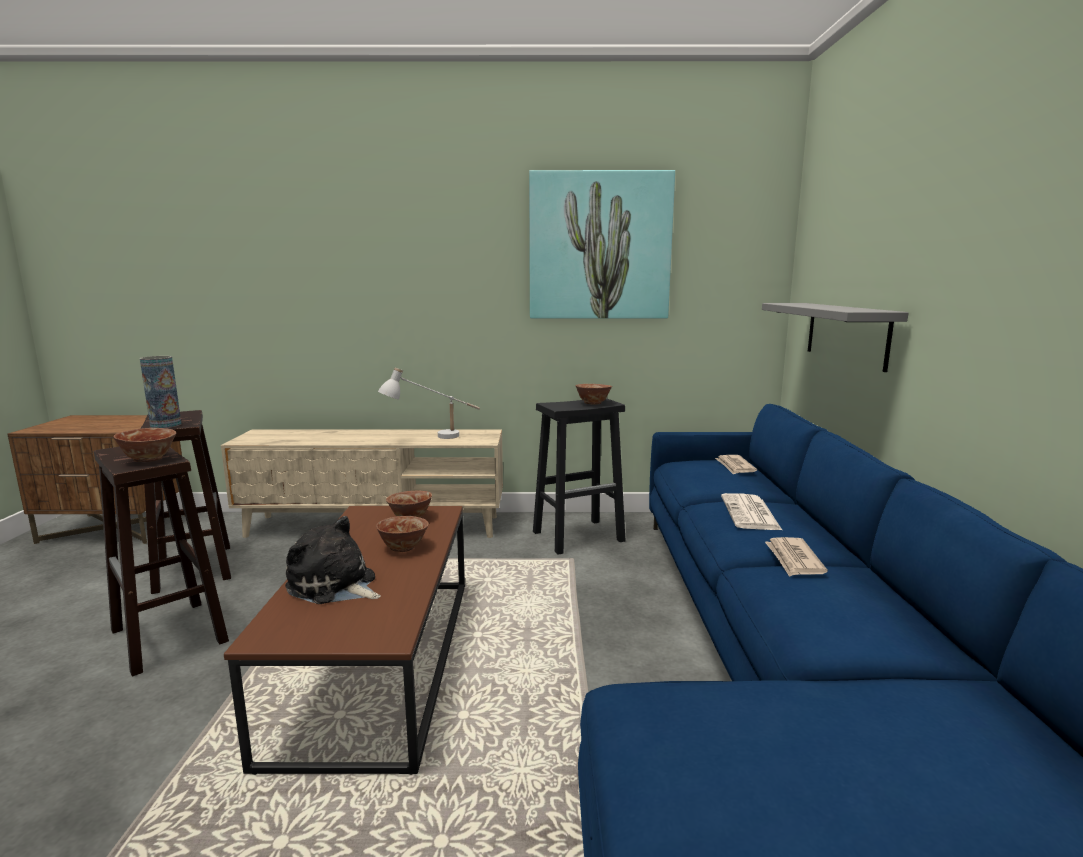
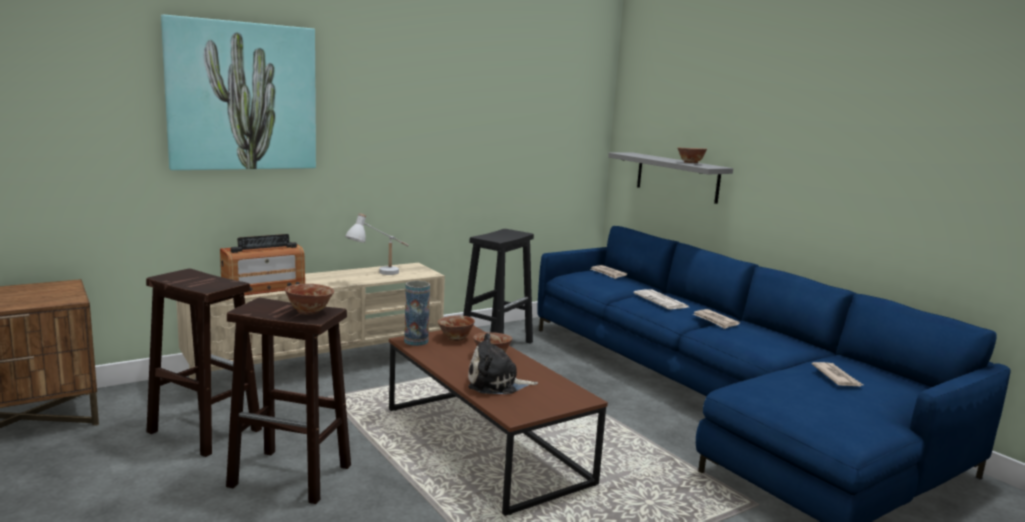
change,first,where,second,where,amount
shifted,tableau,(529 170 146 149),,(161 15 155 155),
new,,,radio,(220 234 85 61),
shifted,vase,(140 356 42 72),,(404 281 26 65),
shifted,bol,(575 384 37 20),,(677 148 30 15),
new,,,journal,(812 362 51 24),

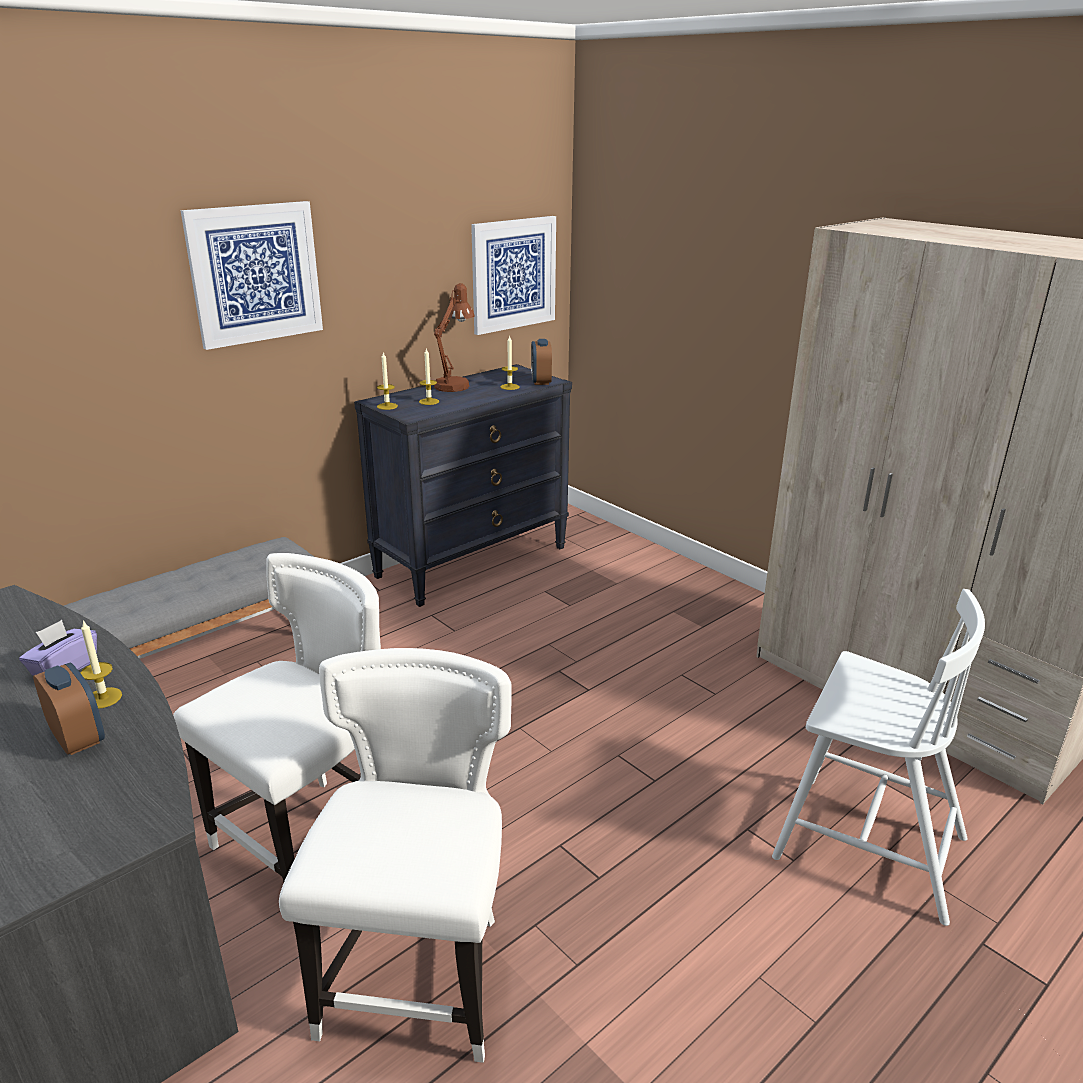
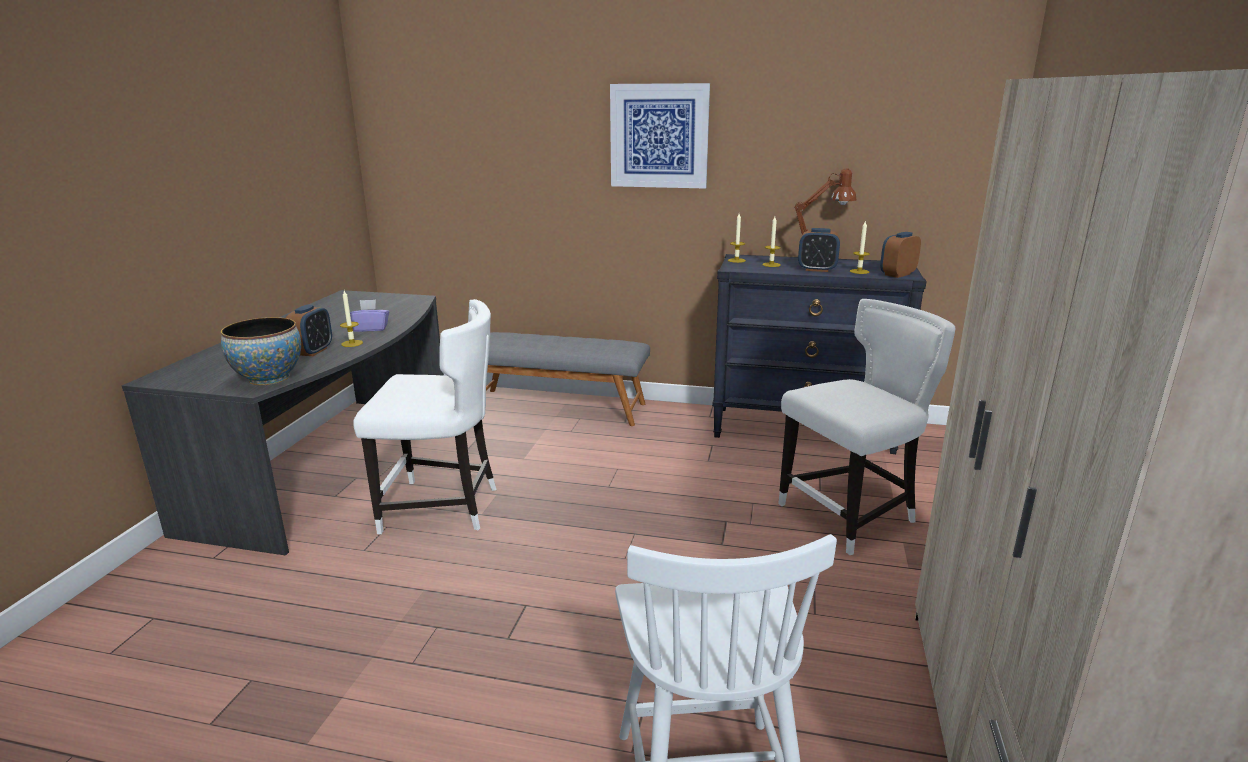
change,first,where,second,where,amount
new,,,bol,(221 317 80 68),
shifted,chaise/blanc,(279 648 233 415),,(778 299 177 256),
new,,,réveil,(798 228 42 44),
gone,tableau,(471 216 85 119),,,

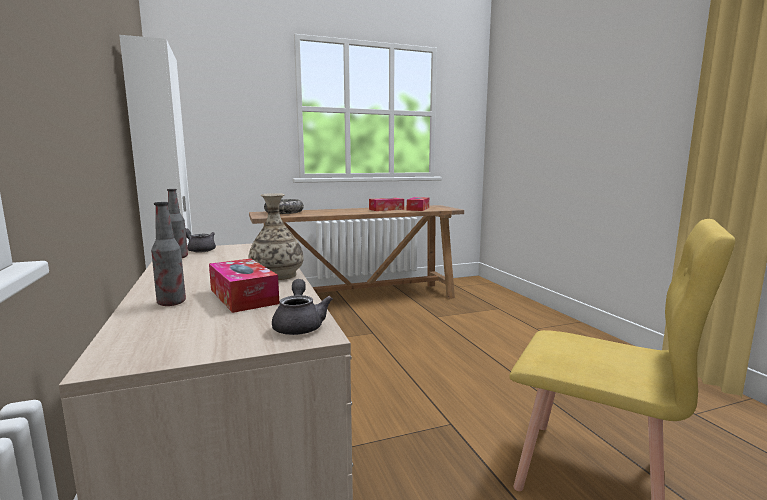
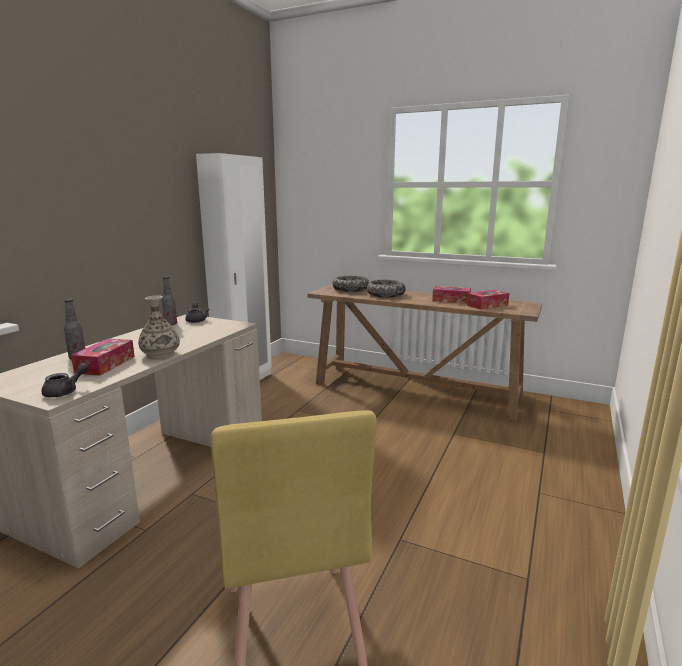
change,first,where,second,where,amount
new,,,bol,(367 280 39 18),

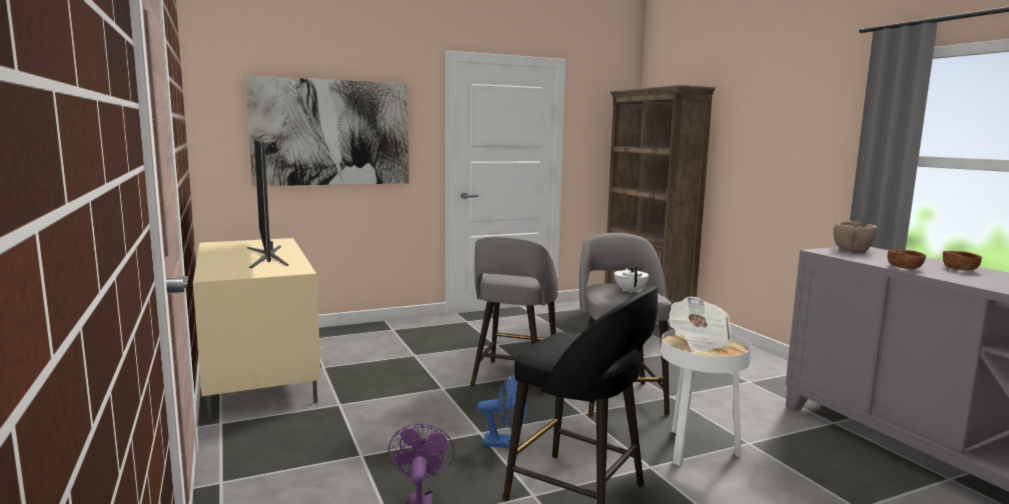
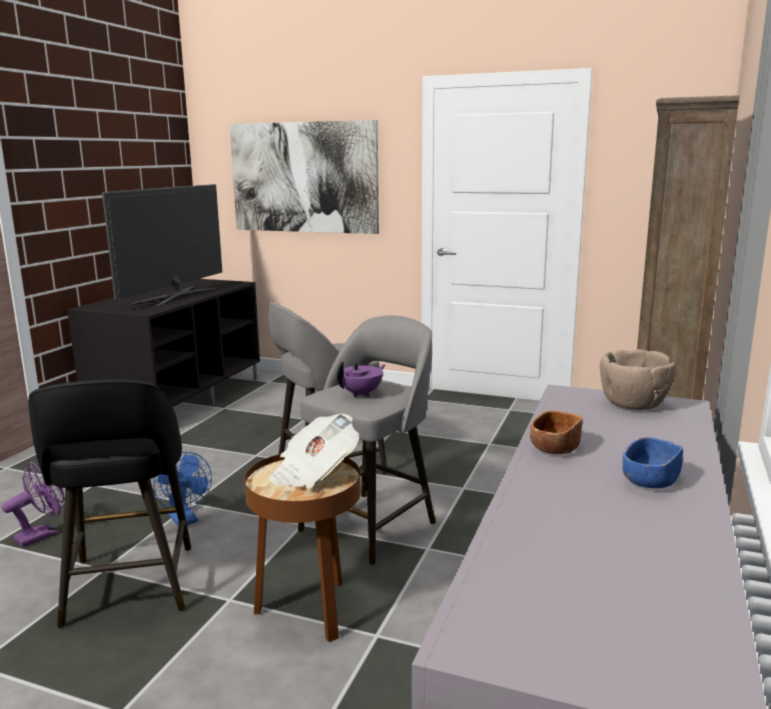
change,first,where,second,where,amount
repainted,meuble télé/beige,(193 238 128 182),meuble télé/noir,(67 279 193 128),
repainted,table d'appoint/blanc,(661 330 90 136),table d'appoint/marron,(244 454 117 188),
repainted,théière/blanc,(614 266 35 27),théière/violet,(336 361 49 36),
repainted,bol/marron,(943 251 39 20),bol/bleu,(623 437 60 51),

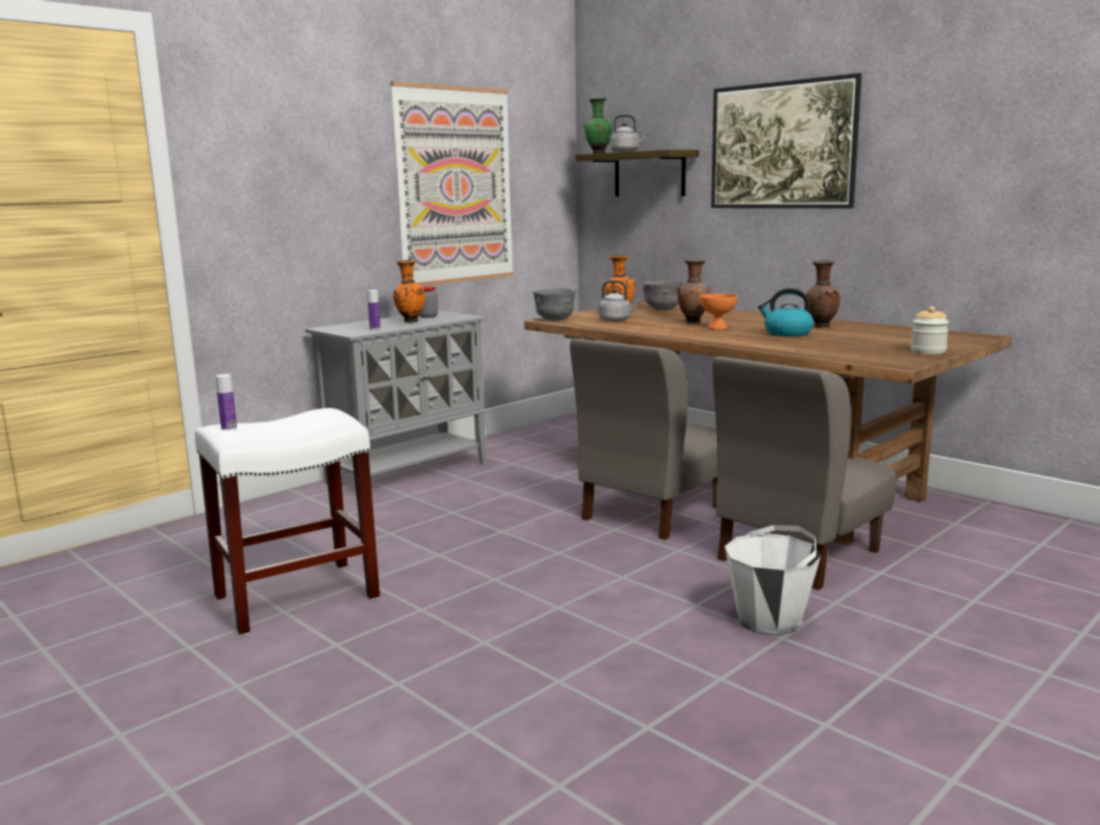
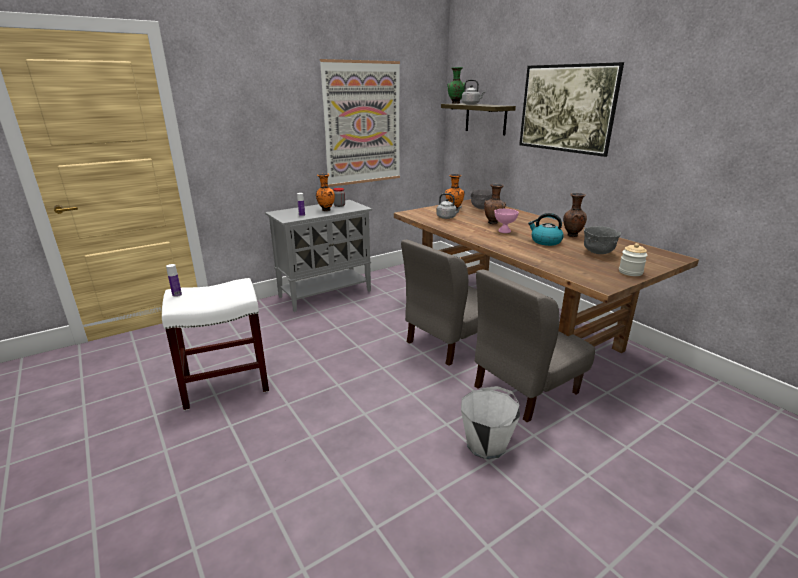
change,first,where,second,where,amount
repainted,bol/orange,(700 294 37 36),bol/rose,(494 209 25 24),
shifted,bol/gris,(533 288 44 33),,(584 226 37 28),

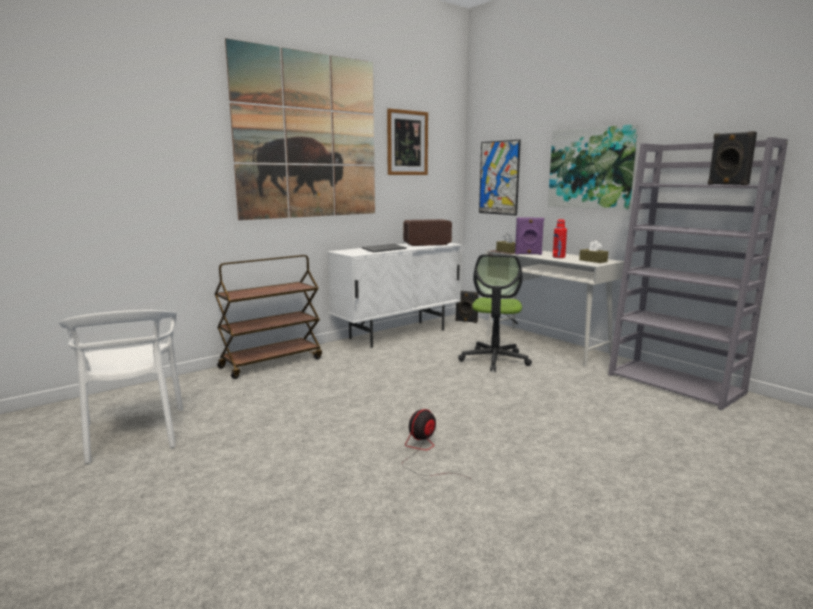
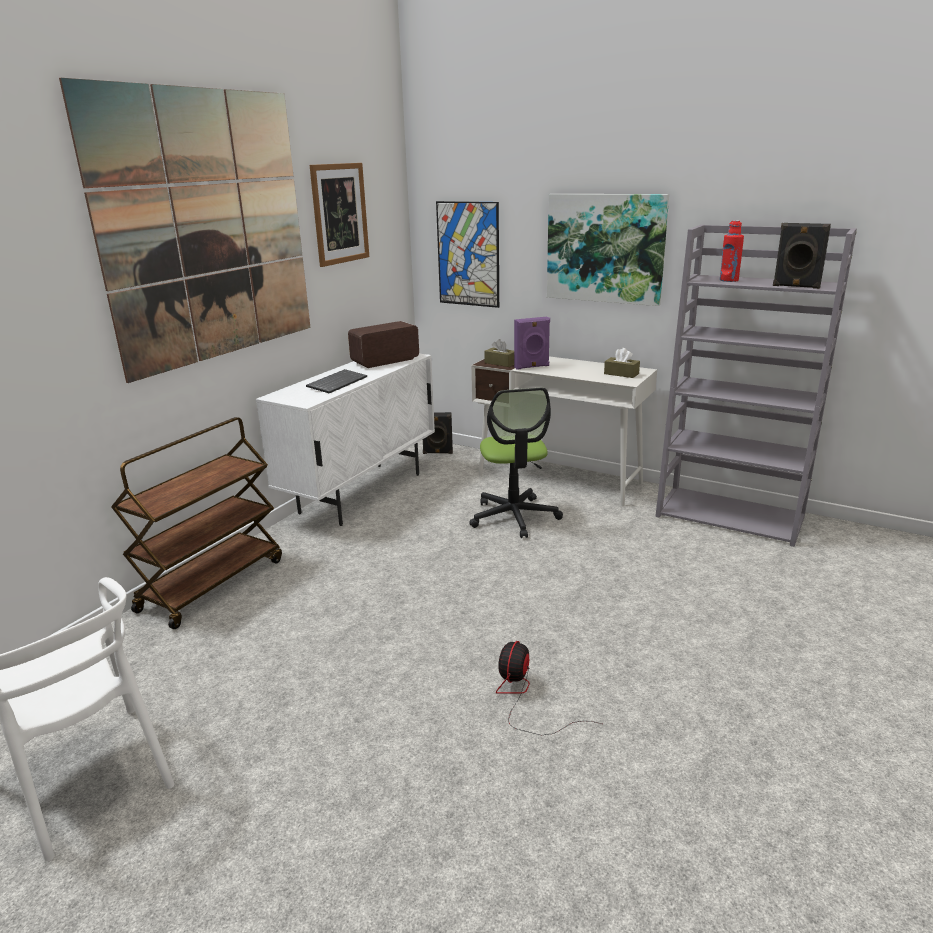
change,first,where,second,where,amount
shifted,bouteille/rouge,(553 219 14 39),,(720 221 24 61),

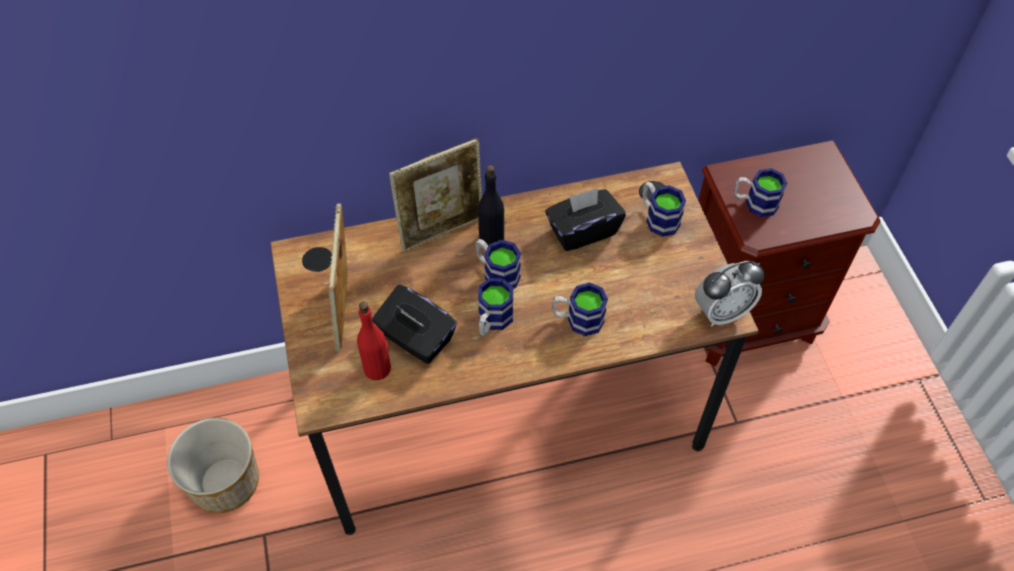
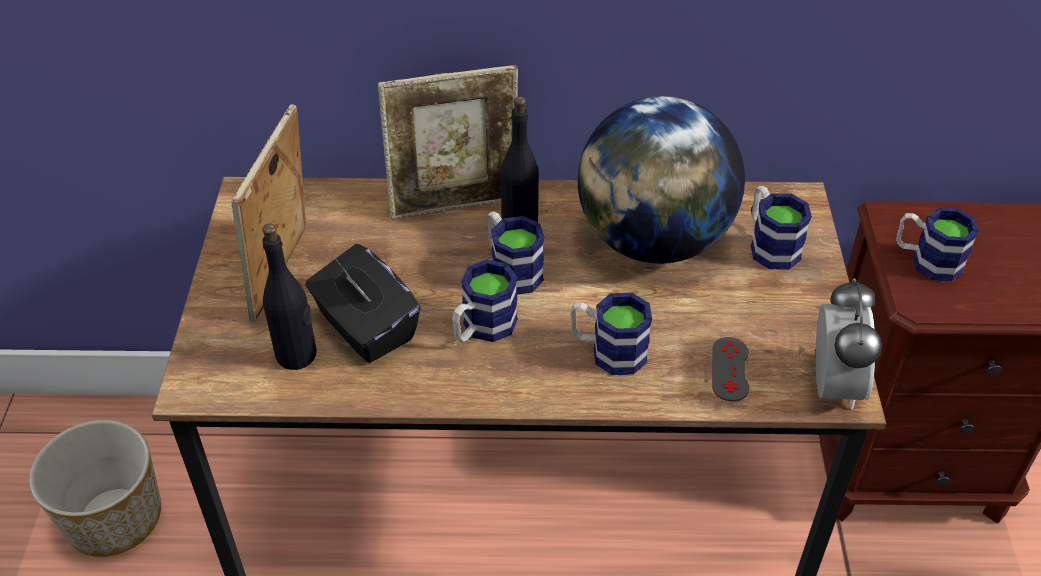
change,first,where,second,where,amount
repainted,bouteille/rouge,(357 302 34 78),bouteille/noir,(262 223 55 147),
swapped,boîte à mouchoirs/noir,(545 188 81 63),globe,(578 96 167 168),
new,,,manette/gris,(712 337 37 65),
rotated,réveil,(695 261 70 65),,(816 278 66 131),75 degrees counterclockwise

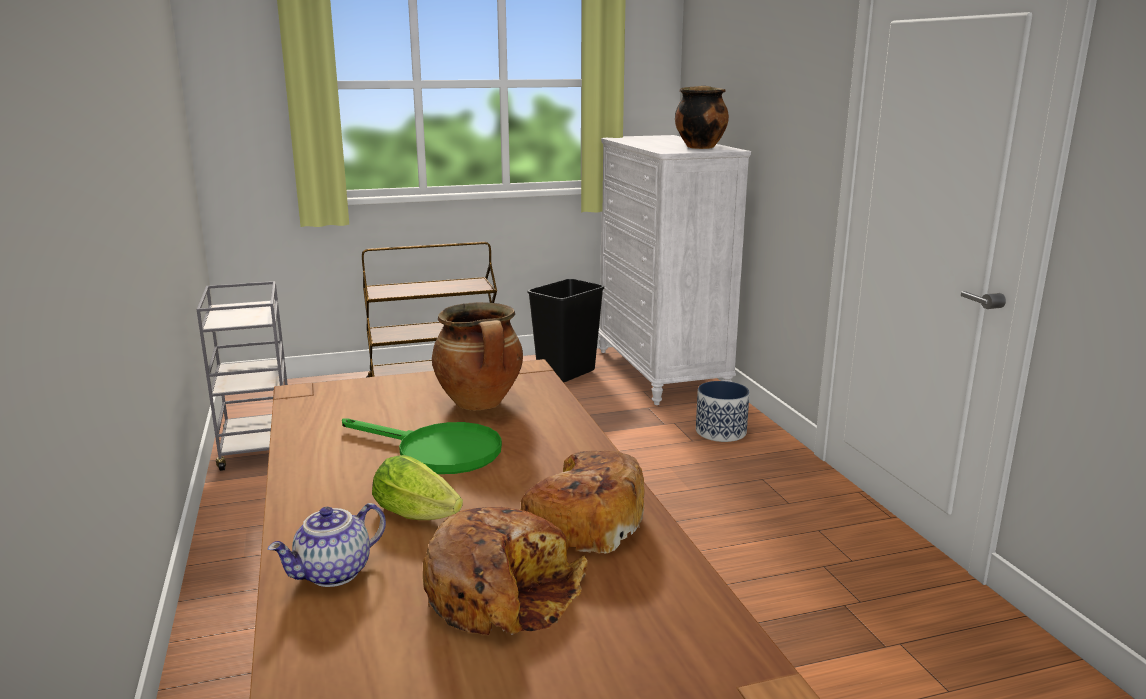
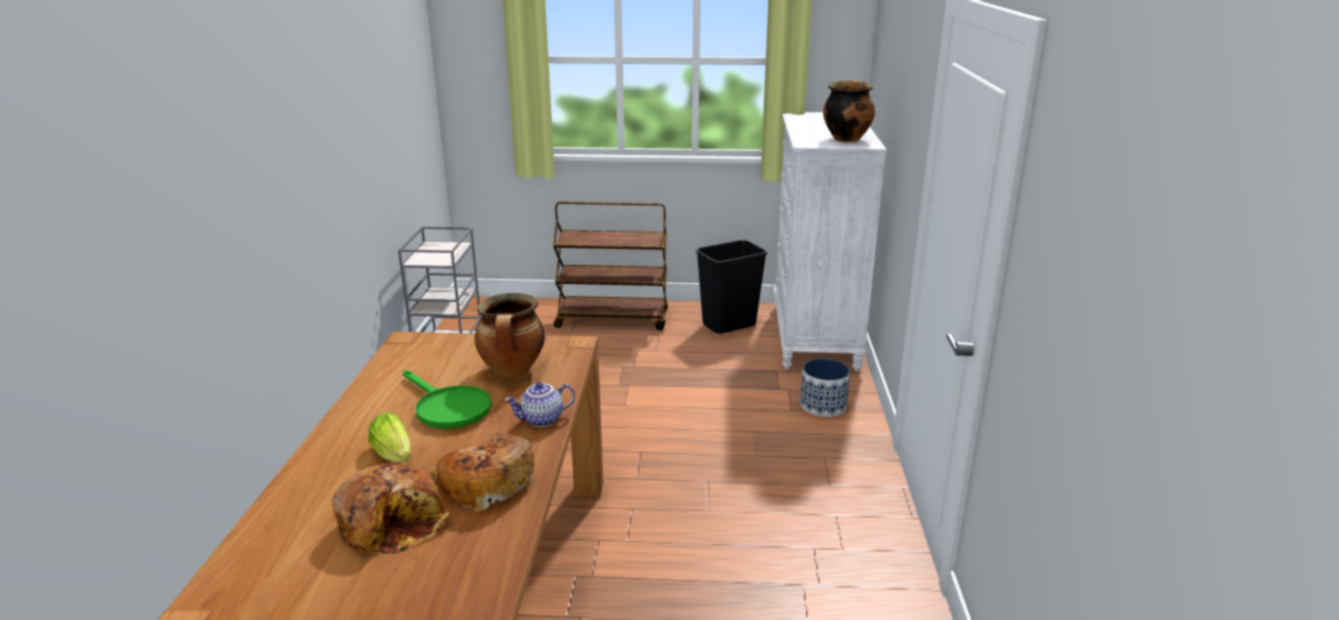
change,first,where,second,where,amount
shifted,théière,(267 503 119 84),,(505 382 70 45),

